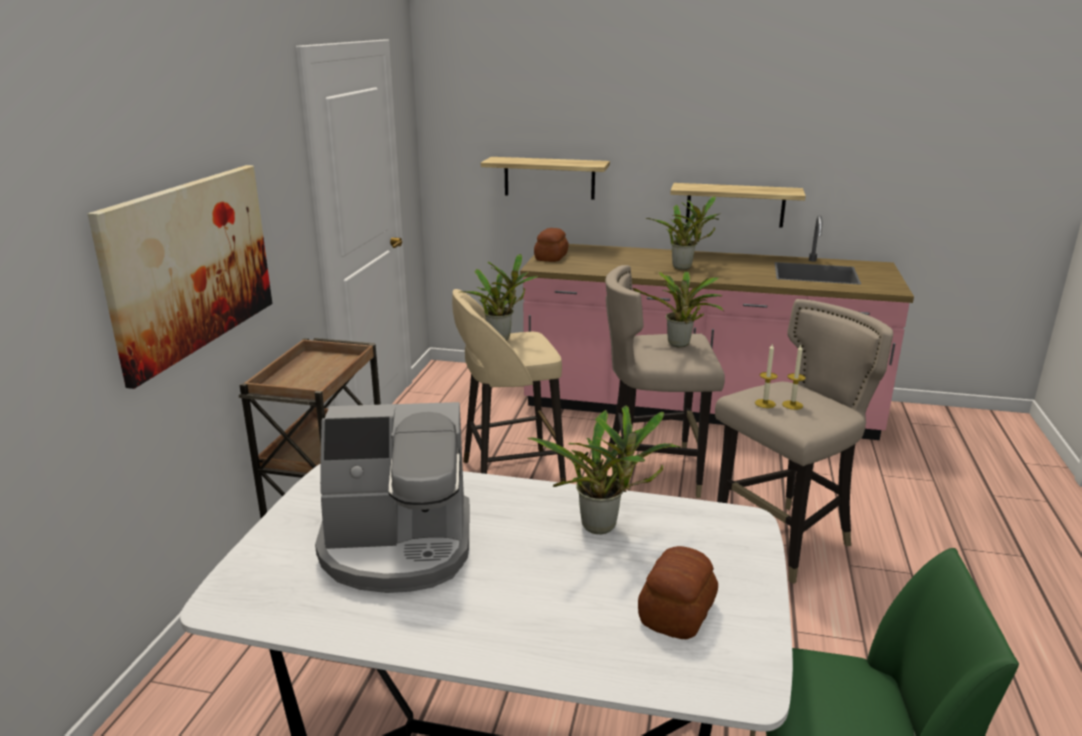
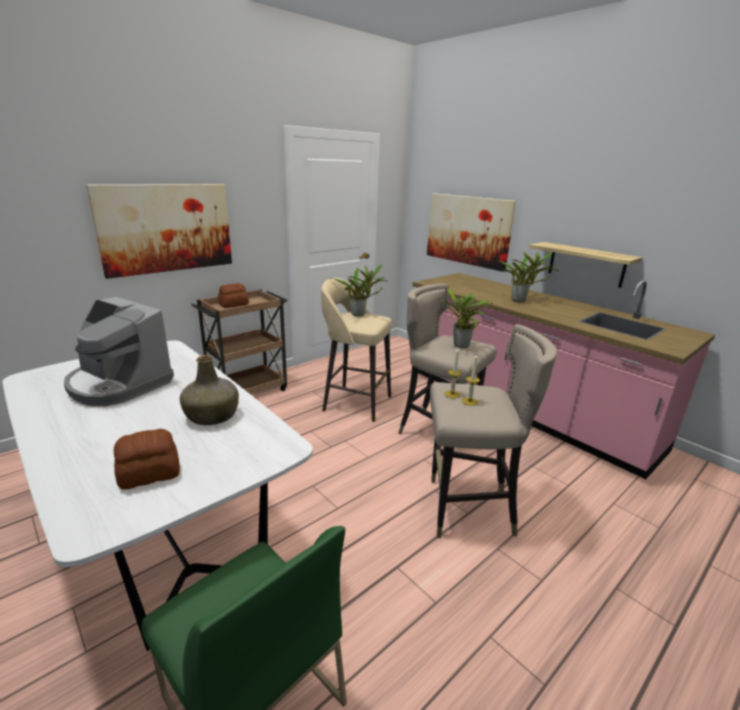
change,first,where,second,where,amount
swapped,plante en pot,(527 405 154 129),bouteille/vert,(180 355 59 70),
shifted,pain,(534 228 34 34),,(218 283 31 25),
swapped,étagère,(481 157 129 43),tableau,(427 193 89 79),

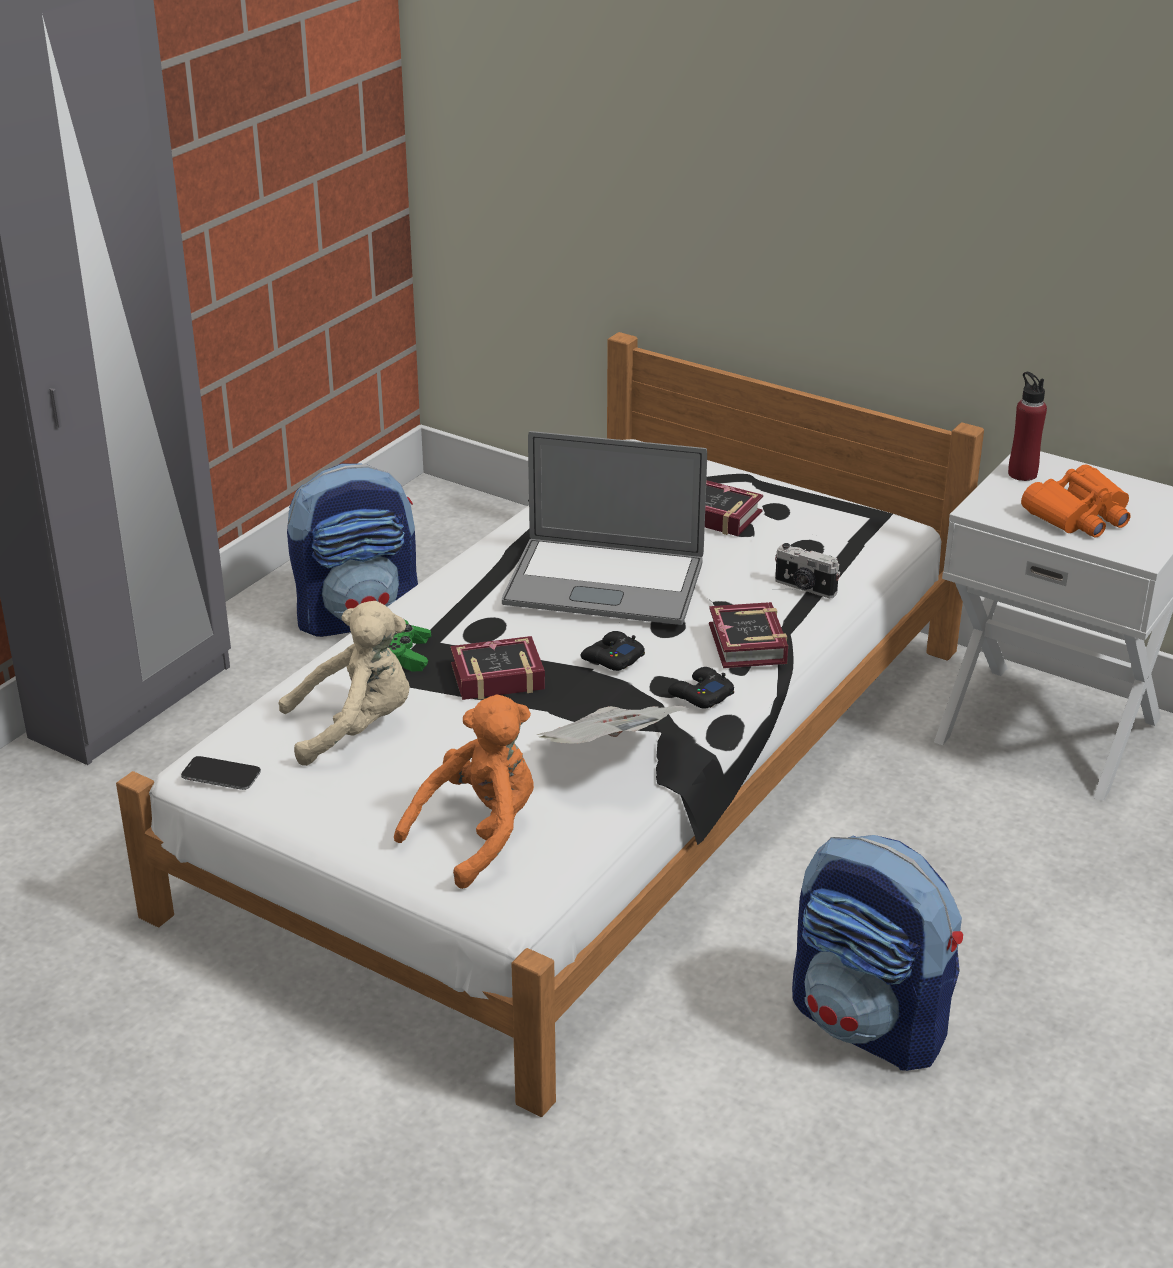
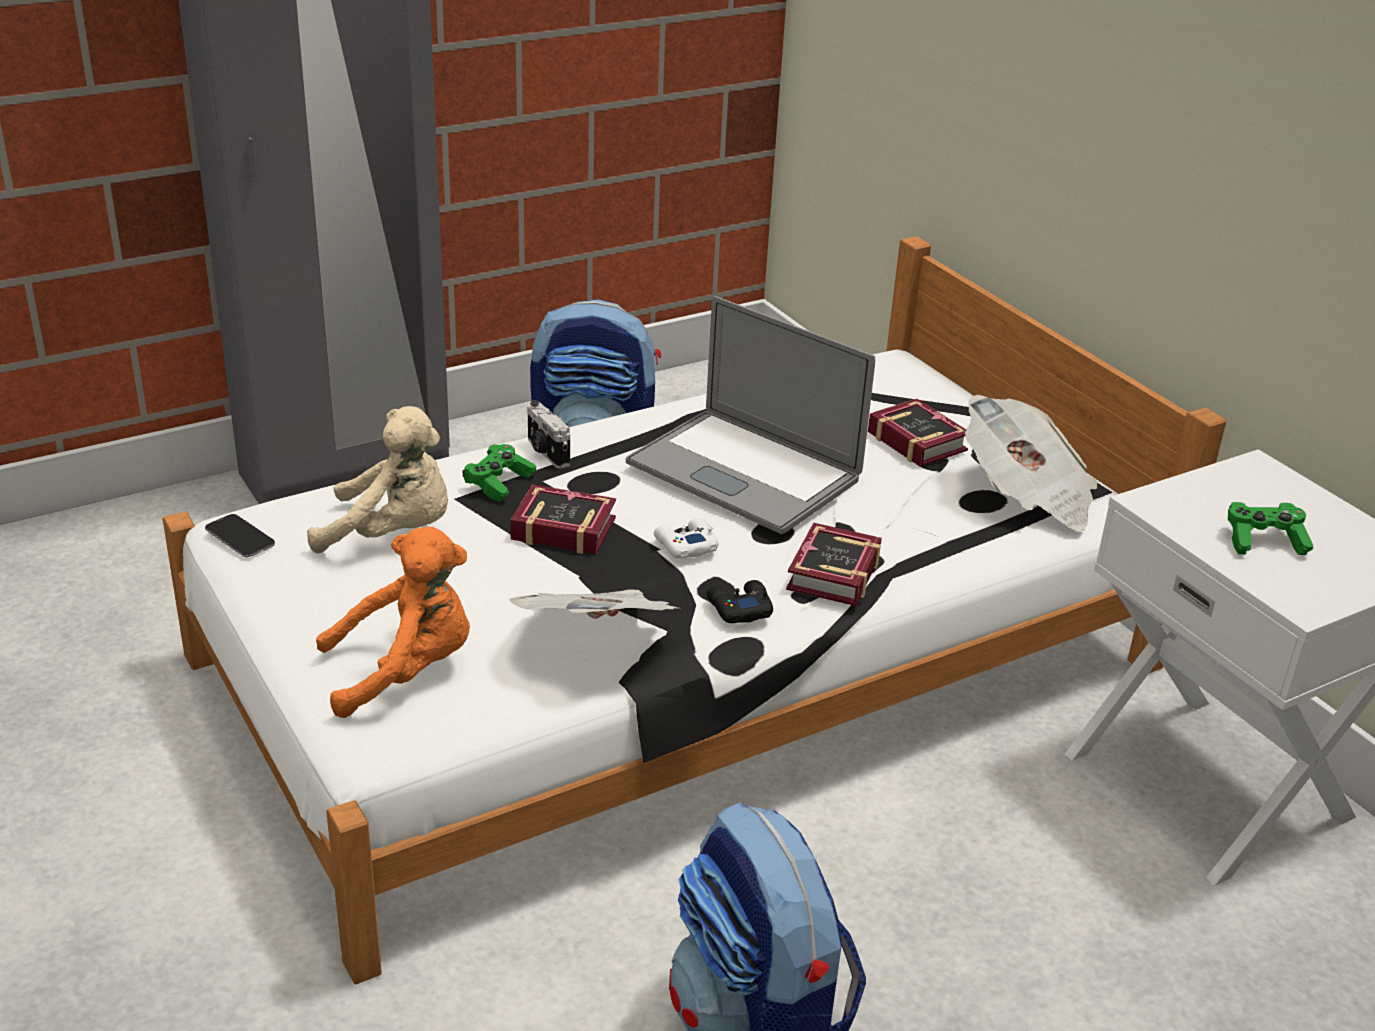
change,first,where,second,where,amount
shifted,appareil photo,(775 543 65 55),,(527 400 43 69),
repainted,manette/noir,(580 631 65 40),manette/blanc,(654 518 65 41),
new,,,journal,(965 395 133 136),
swapped,jumelles/orange,(1021 464 110 74),manette/vert,(1228 502 85 53),
gone,bouteille/rouge,(1008 372 39 109),,,

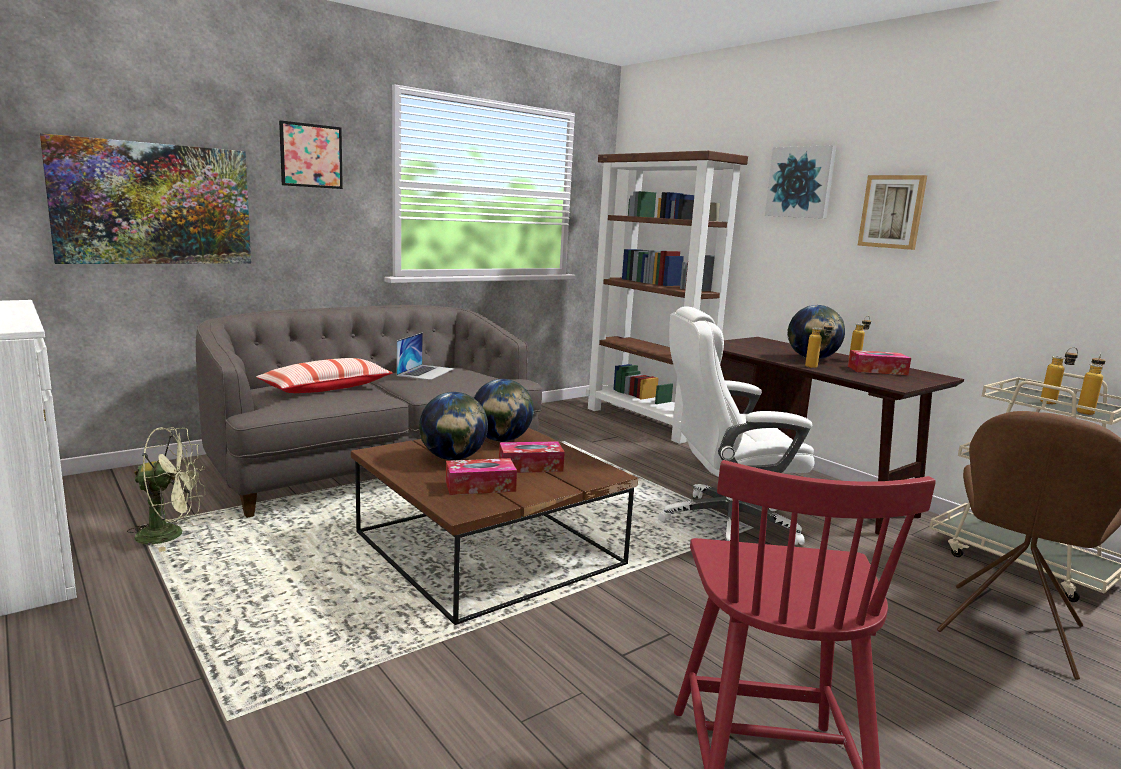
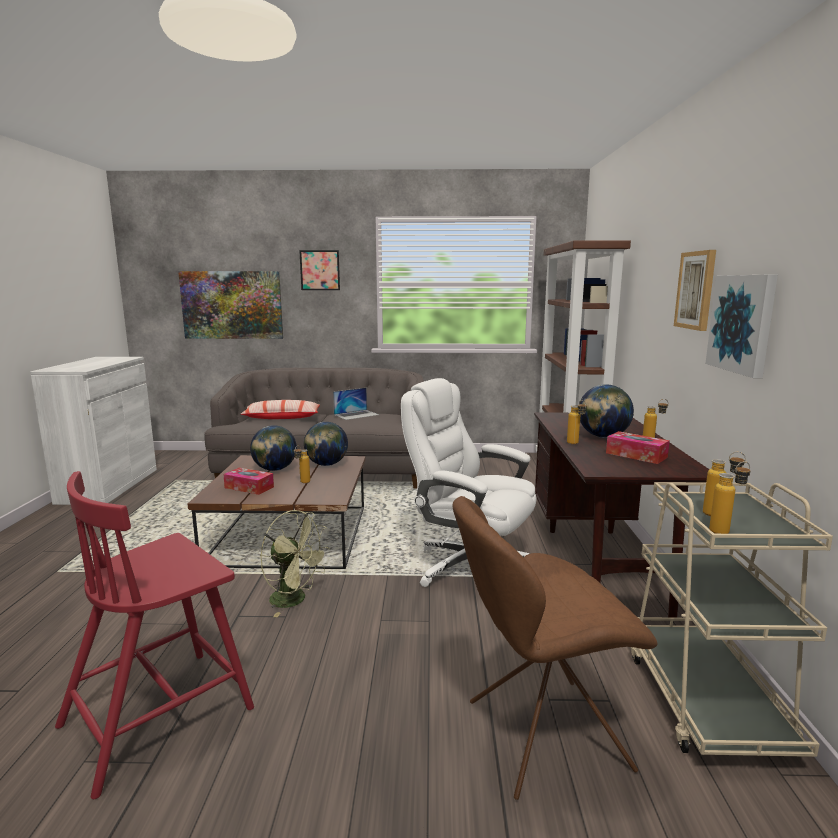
change,first,where,second,where,amount
shifted,ventilateur/vert,(127 427 79 125),,(260 510 70 107),
swapped,boîte à mouchoirs,(499 441 66 32),bouteille,(294 446 16 37),
shifted,tableau,(765 145 71 74),,(705 275 73 103),

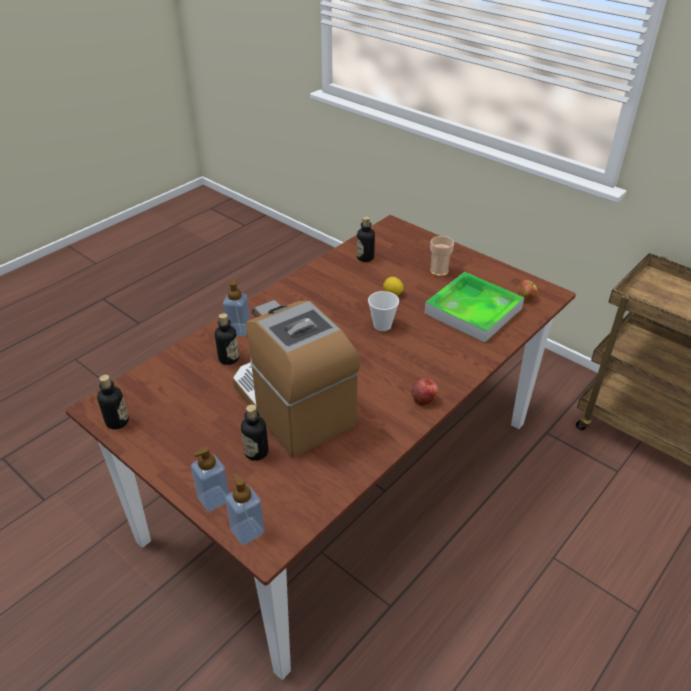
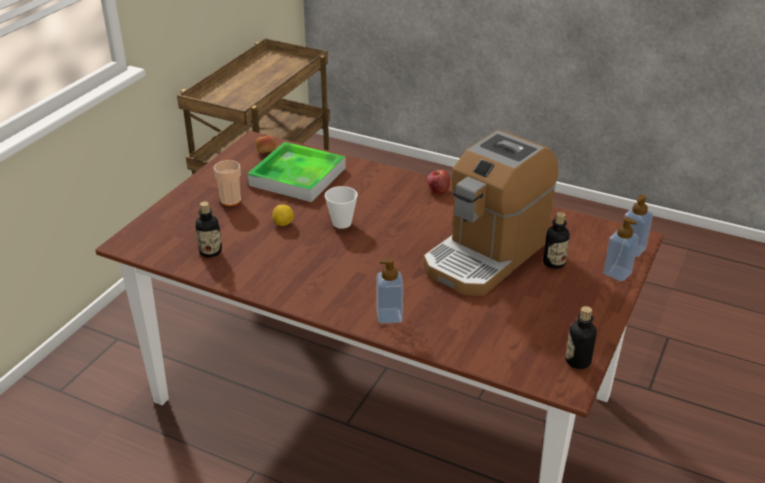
change,first,where,second,where,amount
gone,bouteille,(215 313 24 52),,,

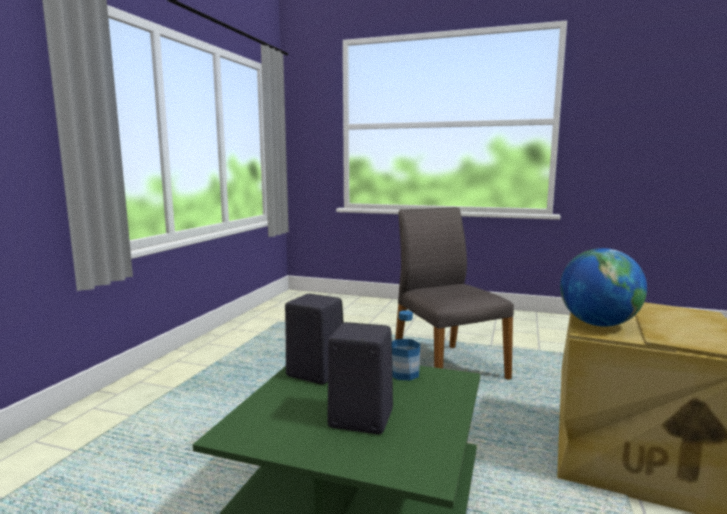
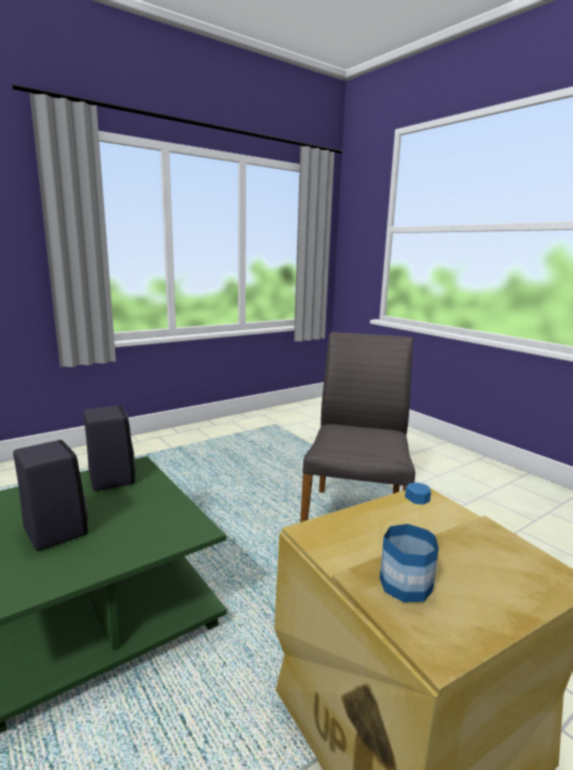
change,first,where,second,where,amount
shifted,bouteille,(392 310 28 70),,(380 482 59 120),
gone,globe,(560 248 87 79),,,

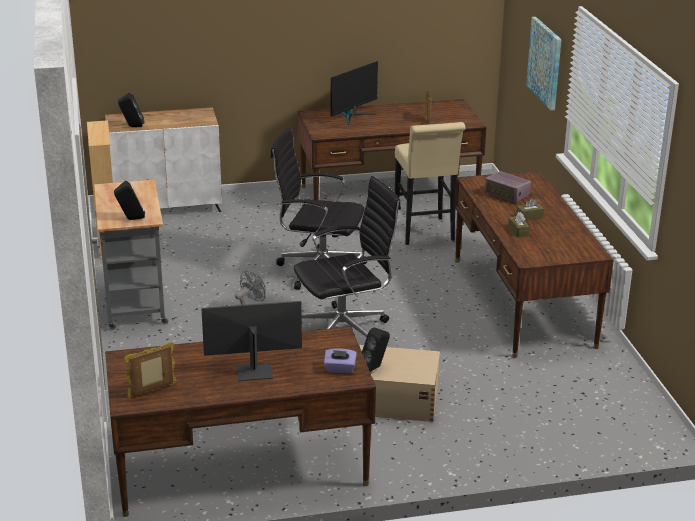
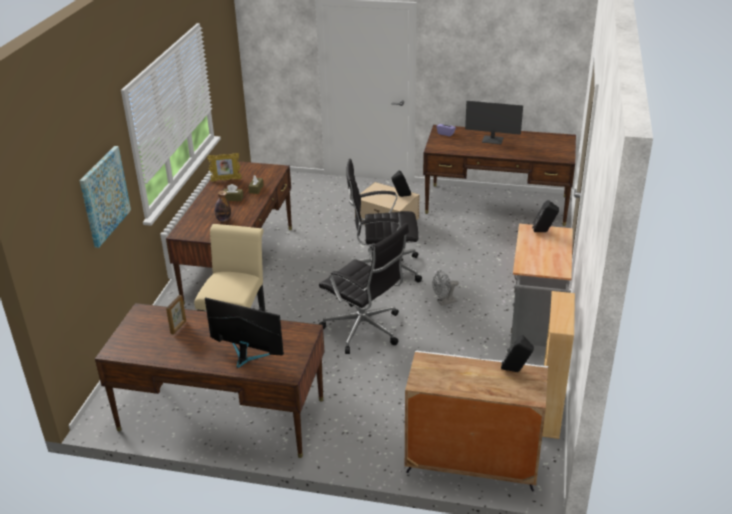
change,first,where,second,where,amount
rotated,écran d'ordinateur,(331 61 47 64),,(205 297 79 72),45 degrees clockwise
shifted,cadre photo,(124 342 52 56),,(207 153 35 29),
swapped,radio,(485 171 46 32),bouteille,(214 191 17 31),

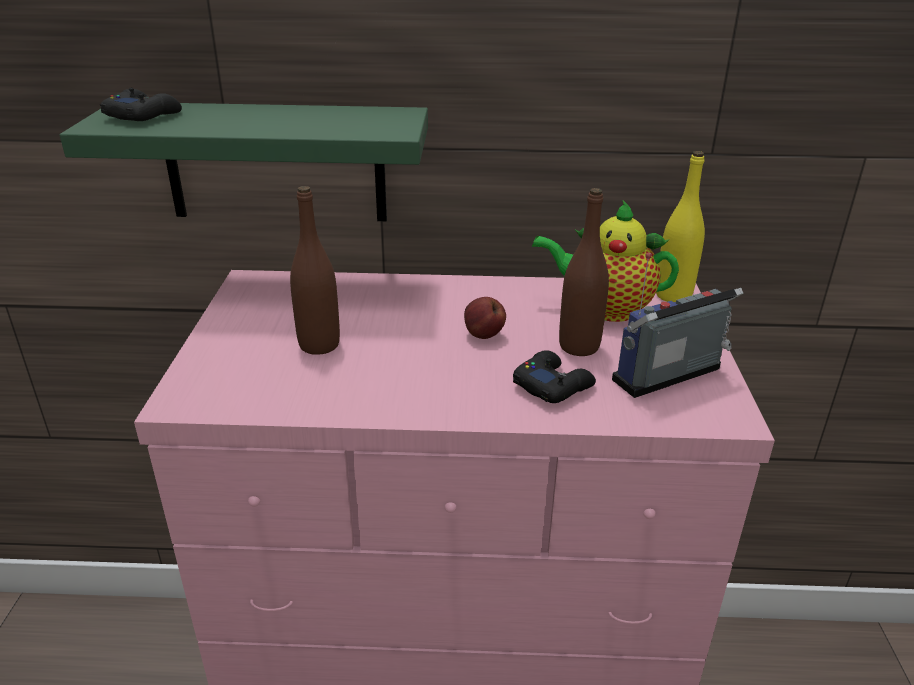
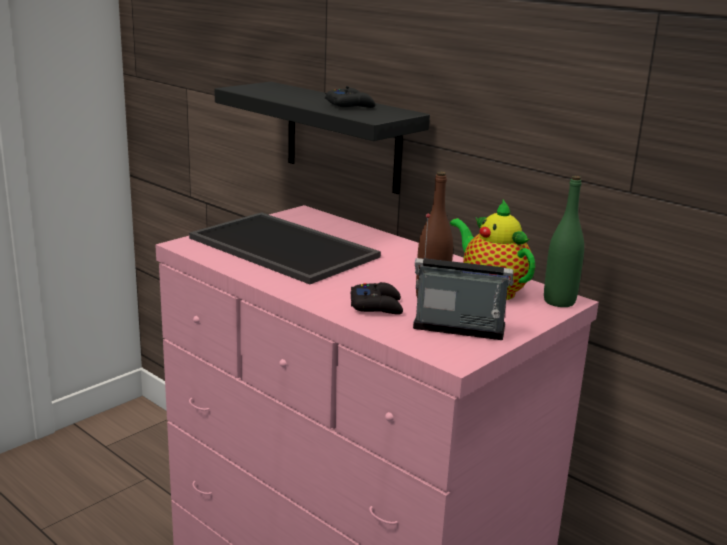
change,first,where,second,where,amount
swapped,bouteille/marron,(290 186 50 169),plateau,(189 212 192 72),
repainted,étagère/vert,(60 103 368 118),étagère/noir,(214 82 216 112),
shifted,manette/noir,(100 88 82 33),,(325 86 50 22),
repainted,bouteille/jaune,(656 151 49 151),bouteille/vert,(544 176 40 131),
gone,pomme,(464 297 42 42),,,

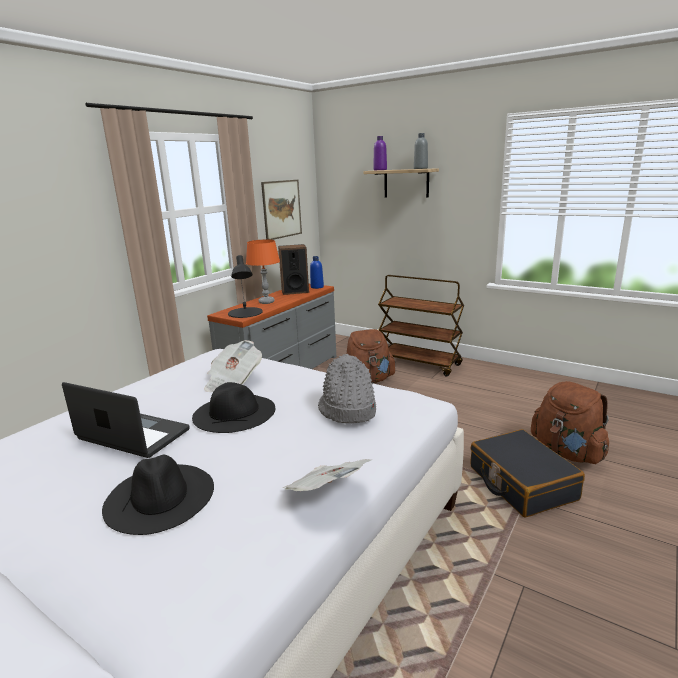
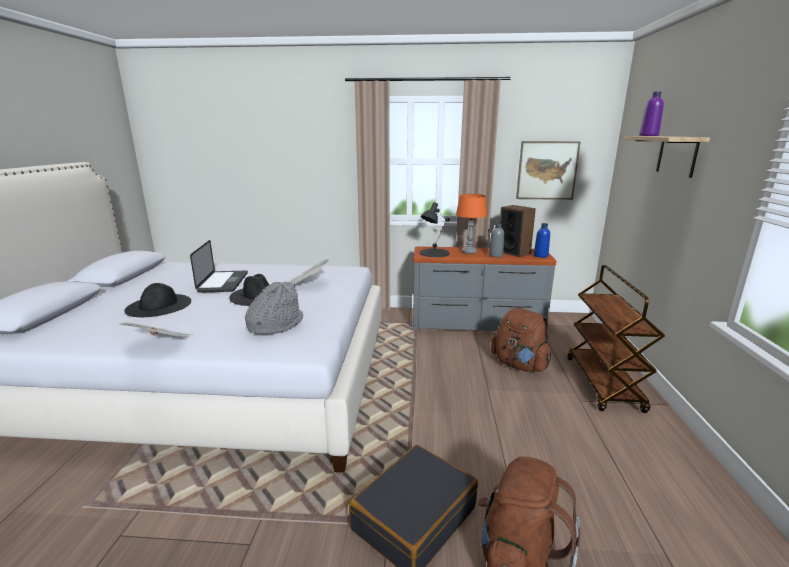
change,first,where,second,where,amount
shifted,bouteille/gris,(414 133 14 36),,(489 223 15 34),

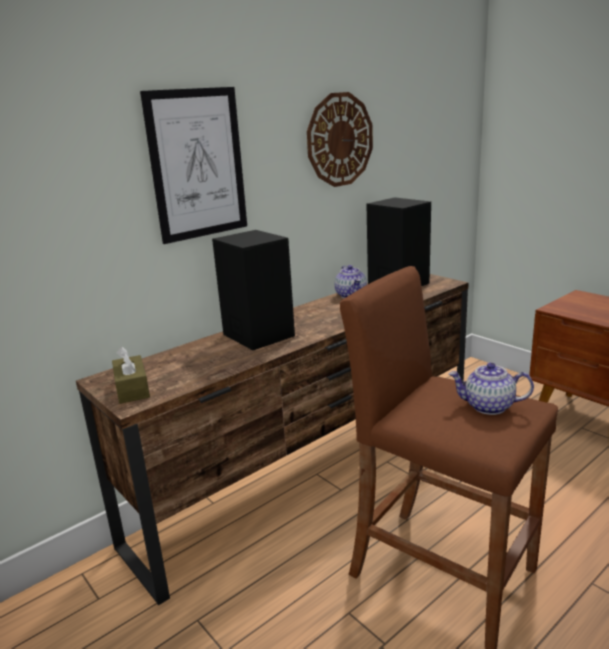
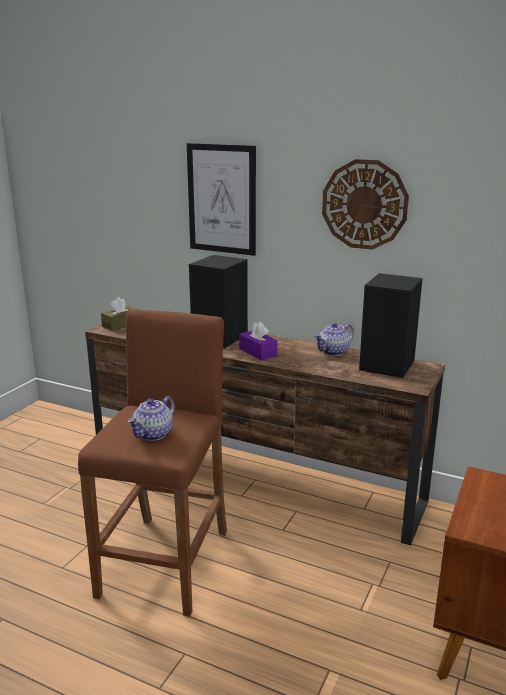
change,first,where,second,where,amount
rotated,théière,(449 362 85 53),,(127 396 48 45),135 degrees counterclockwise
new,,,boîte à mouchoirs/violet,(239 322 38 38),

